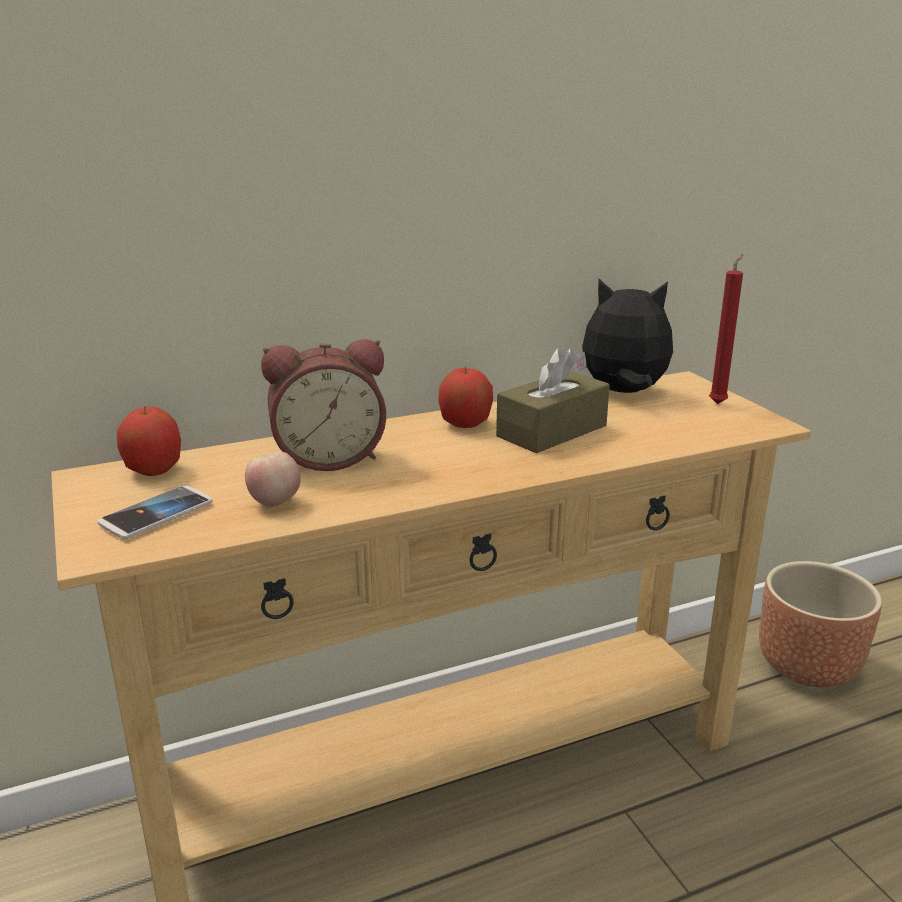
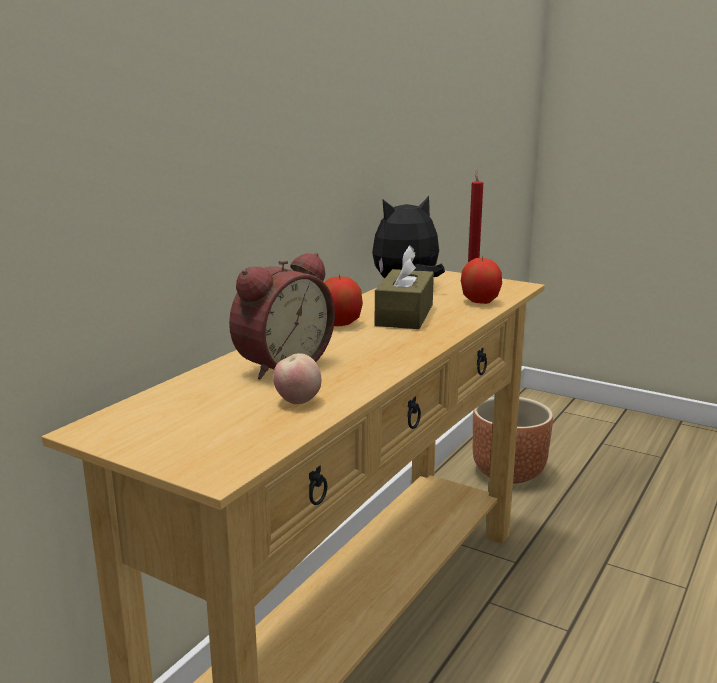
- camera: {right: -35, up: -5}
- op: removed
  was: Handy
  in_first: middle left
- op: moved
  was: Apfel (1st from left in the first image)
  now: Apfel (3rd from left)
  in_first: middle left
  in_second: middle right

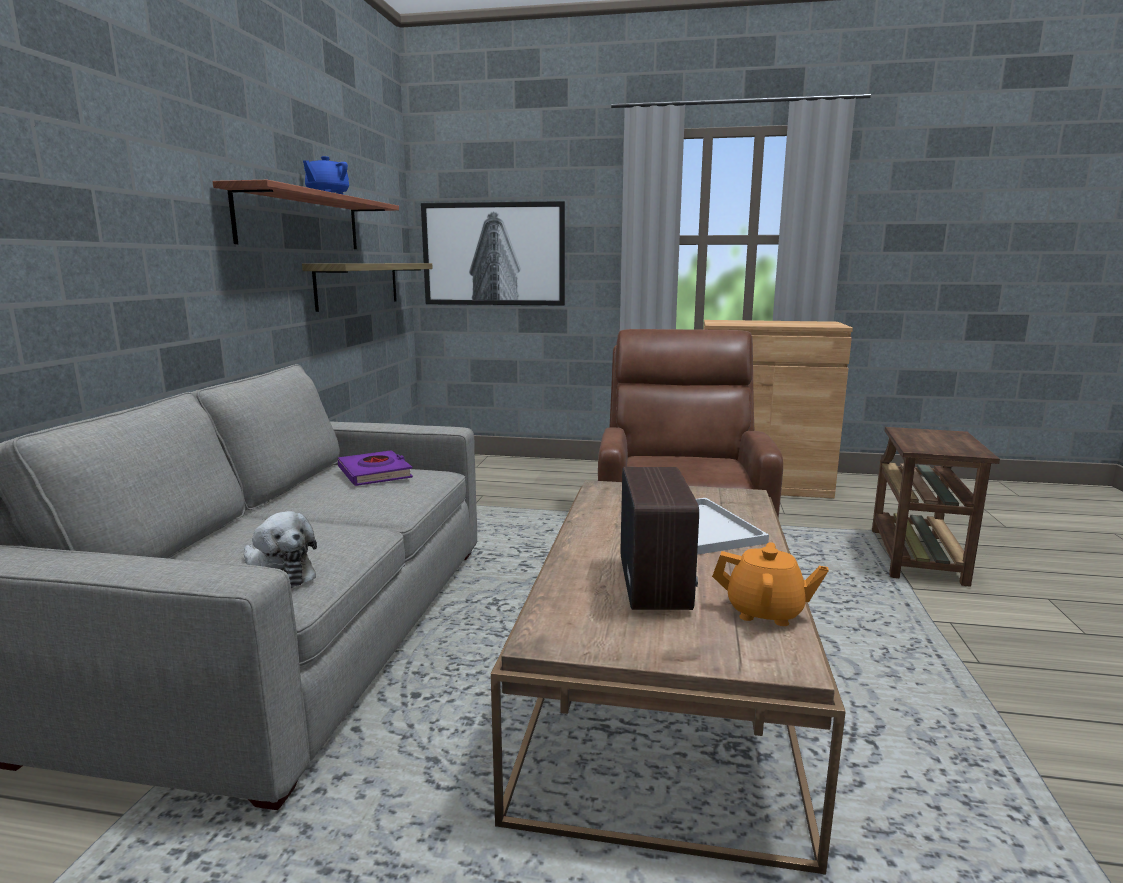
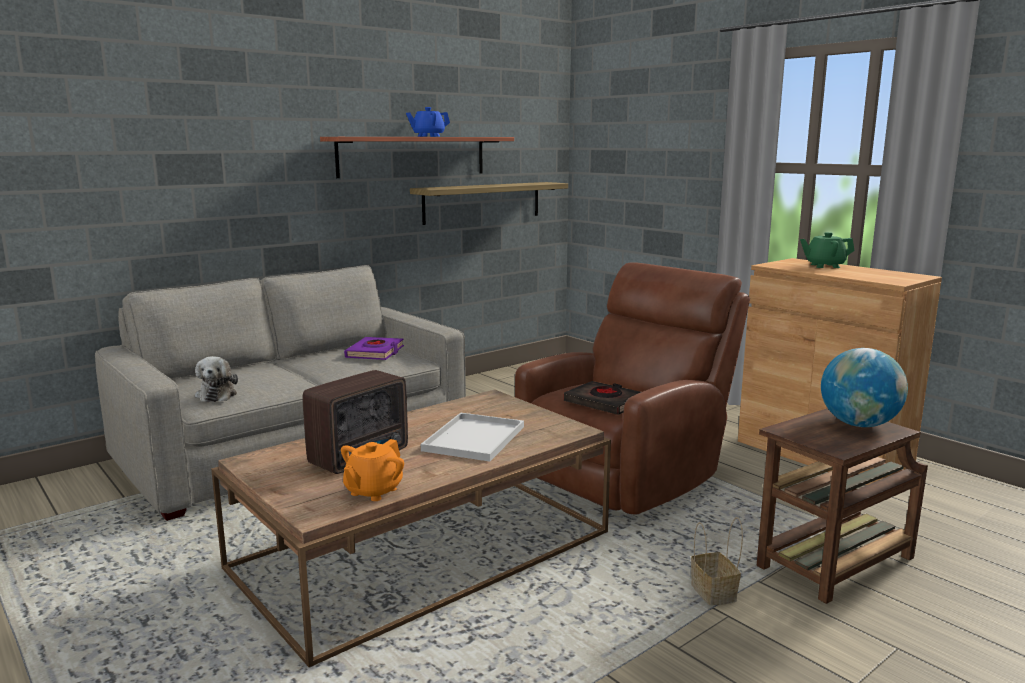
- camera: {right: 40, up: 0}
- op: removed
  was: Bild
  in_first: top centre
- op: turned
  was: Teekanne/orange
  in_first: middle right
  in_second: bottom centre
  clockwise: 60
- op: added
  now: Buch/schwarz
  in_second: centre
- op: added
  now: Korb
  in_second: bottom right
- op: added
  now: Teekanne/grün
  in_second: middle right
- op: added
  now: Globus
  in_second: middle right

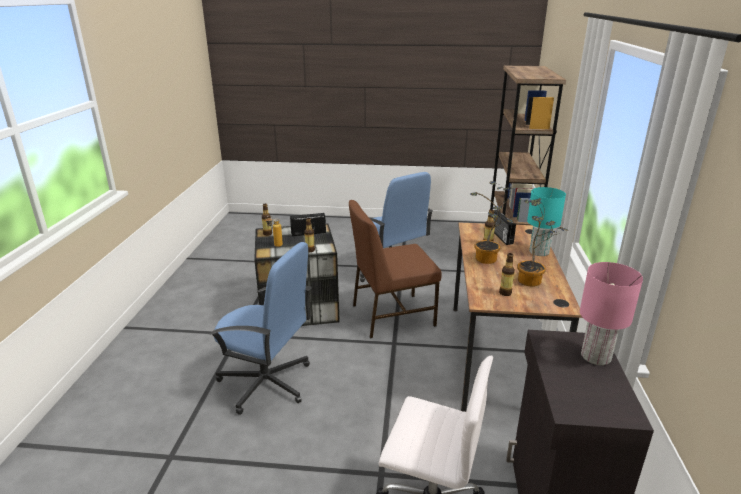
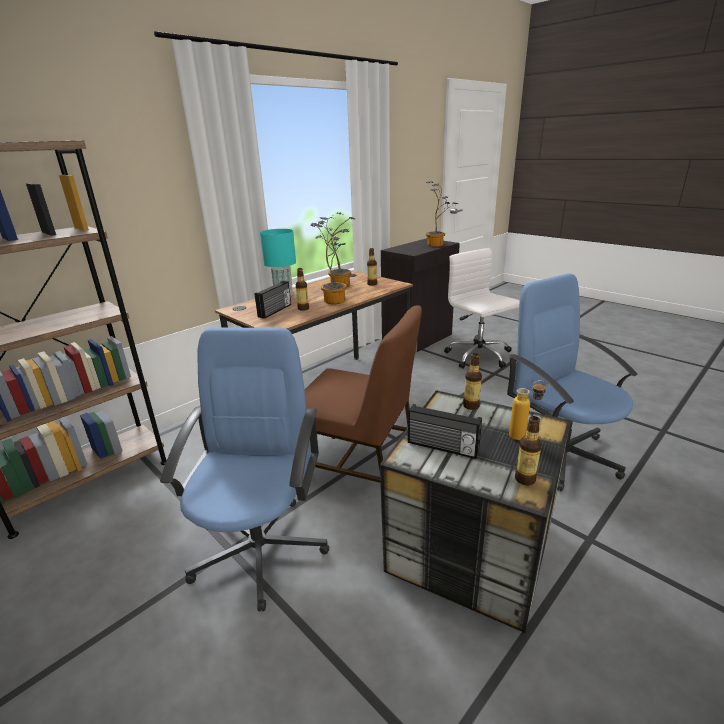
- camera: {right: -140, up: 0}
- op: removed
  was: Tischlampe/rosa
  in_first: middle right
- op: added
  now: Topfpflanze (3rd from left)
  in_second: top centre

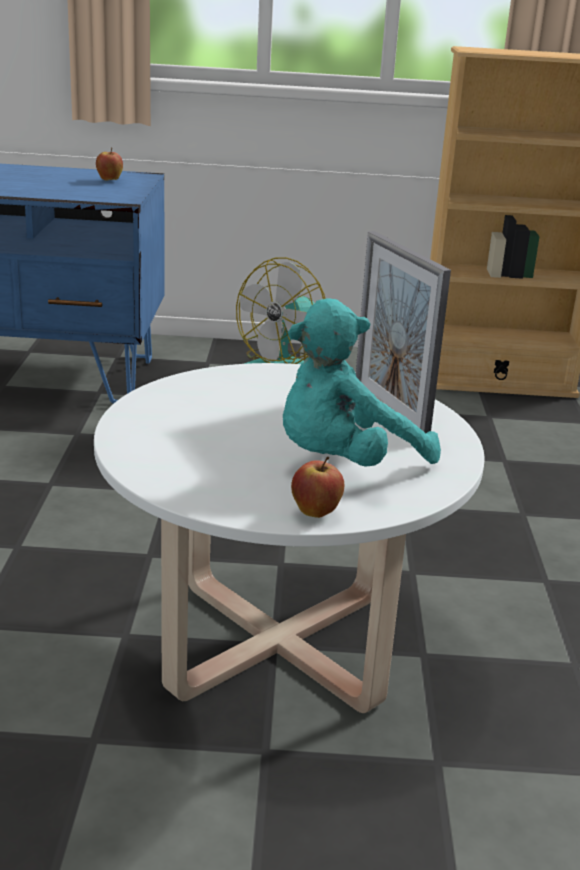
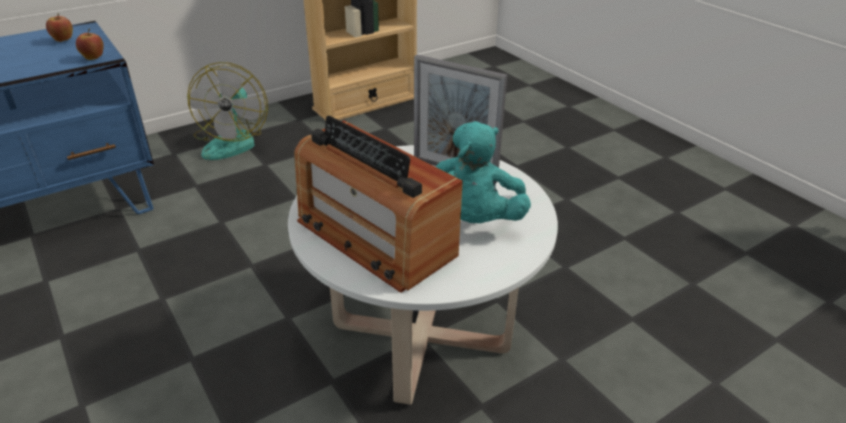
- camera: {right: -35, up: 10}
- op: moved
  was: Apfel (2nd from left)
  in_first: centre
  in_second: top left
- op: added
  now: Radio
  in_second: centre

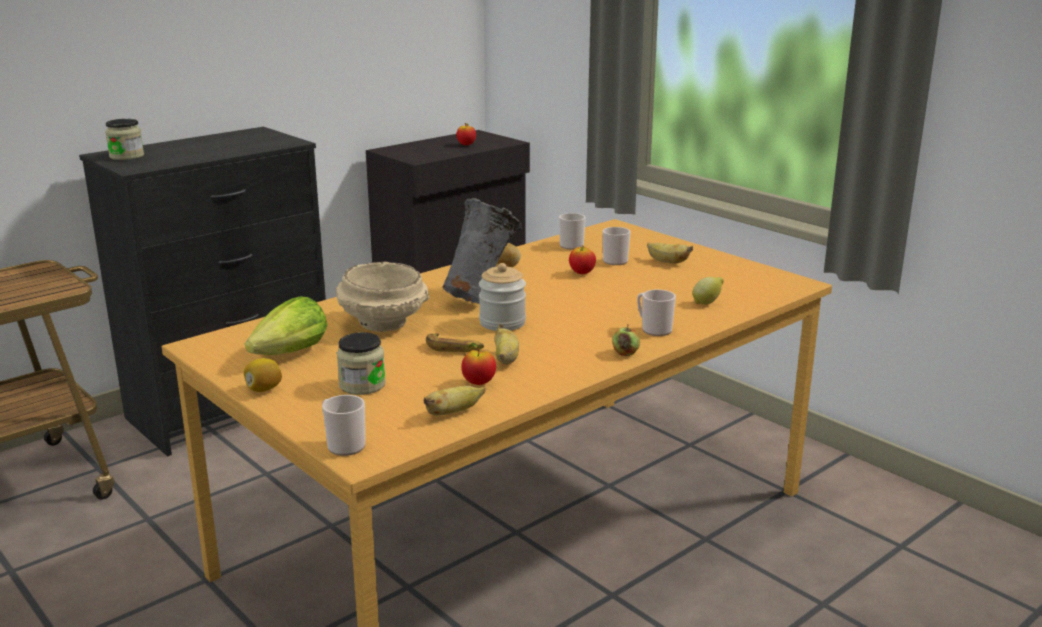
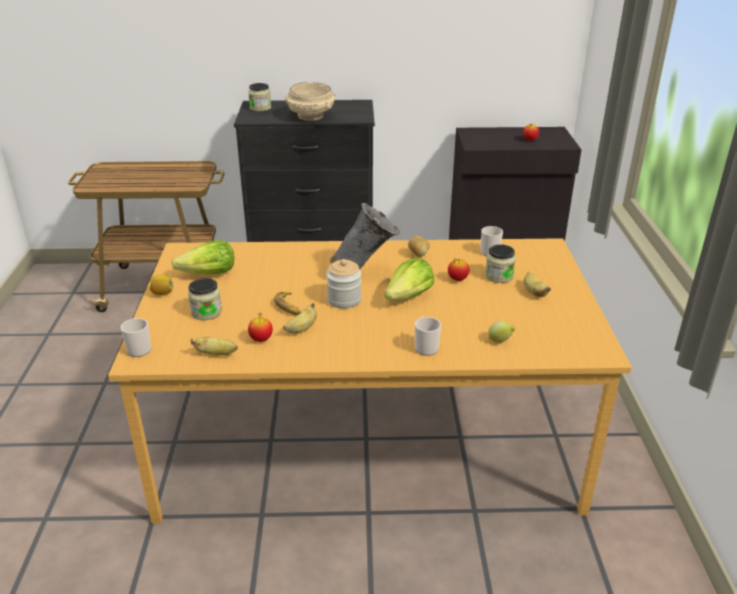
- camera: {right: 40, up: 10}
- op: moved
  was: Schüssel/beige
  in_first: centre
  in_second: top centre
- op: replaced
  was: Henkelbecher (3rd from left)
  now: Vorratsglas (4th from left)
  in_first: centre
  in_second: middle right
- op: removed
  was: Apfel (4th from left)
  in_first: centre
- op: added
  now: Salatkopf (2nd from left)
  in_second: centre

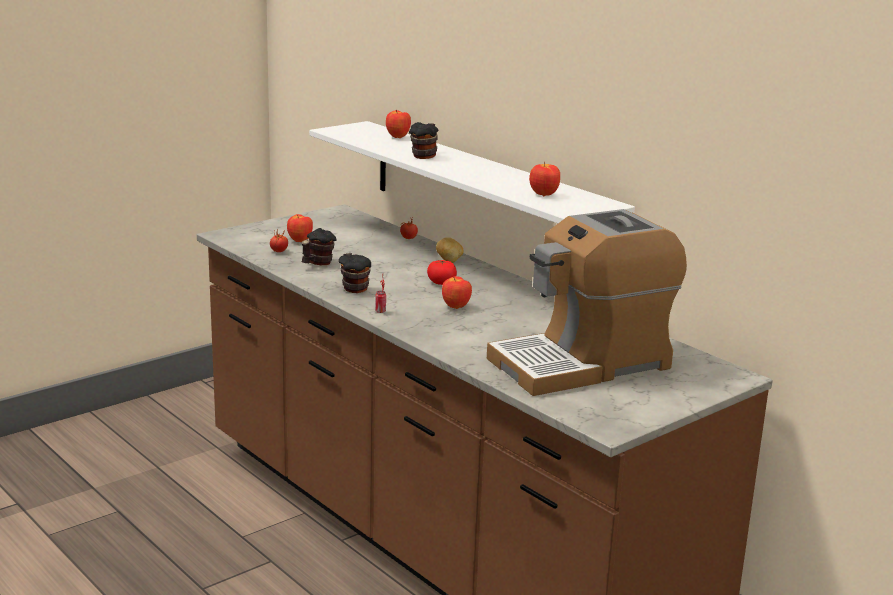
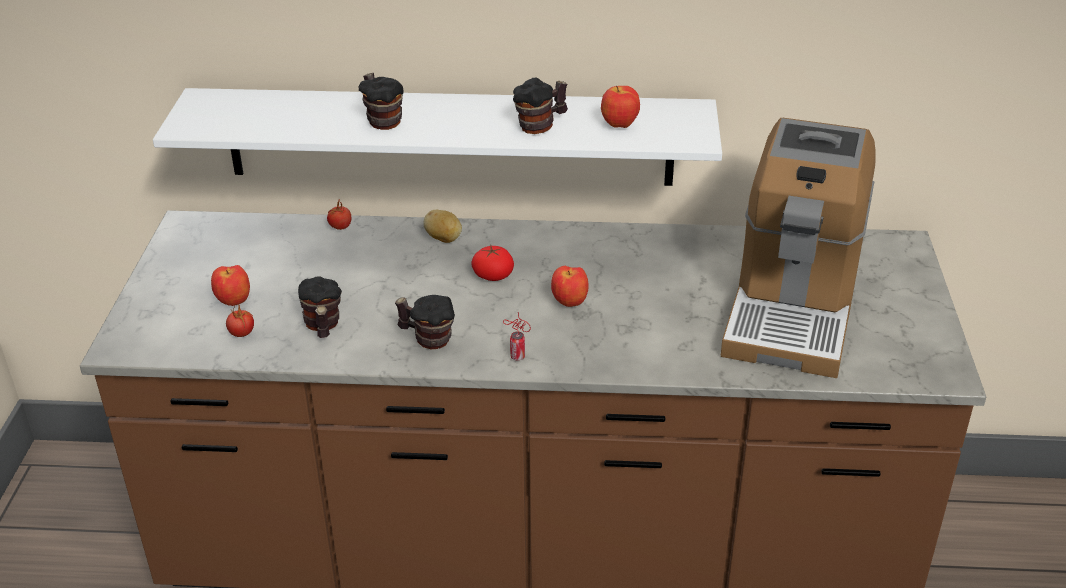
- camera: {right: -45, up: 15}
- op: removed
  was: Apfel (2nd from left)
  in_first: top centre
- op: added
  now: Henkelbecher (4th from left)
  in_second: top centre

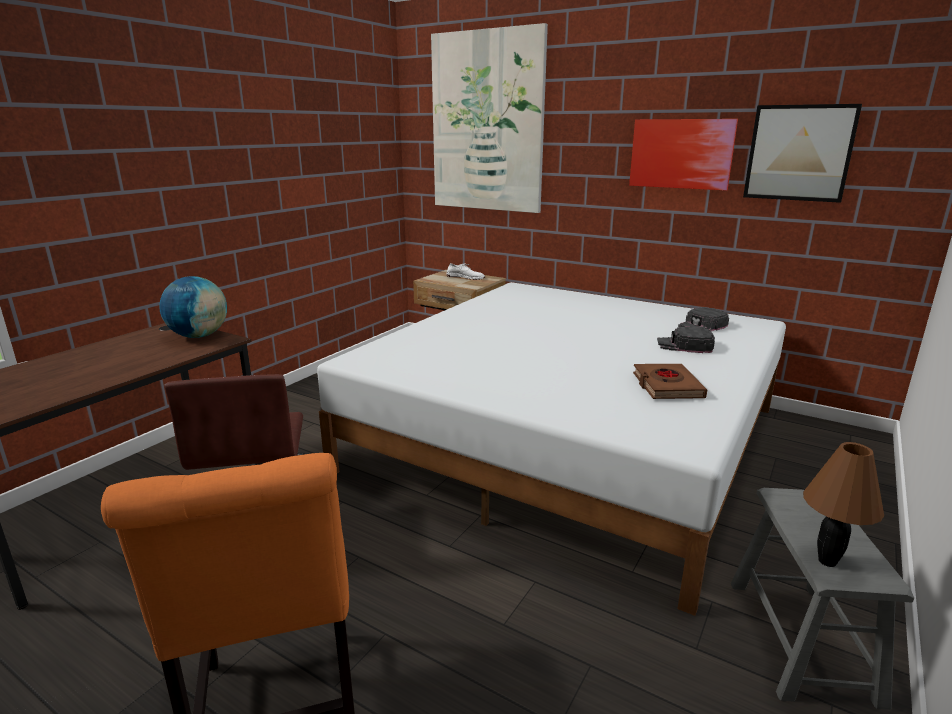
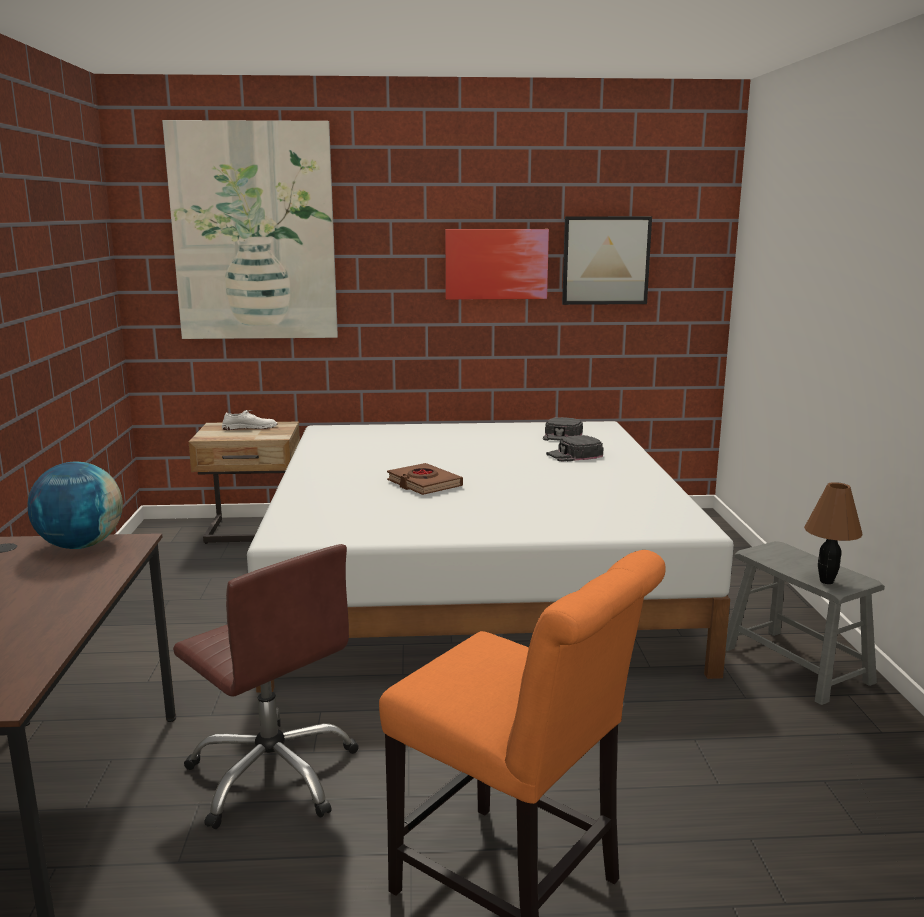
- camera: {right: -35, up: -5}
- op: moved
  was: Buch/braun
  in_first: middle right
  in_second: centre

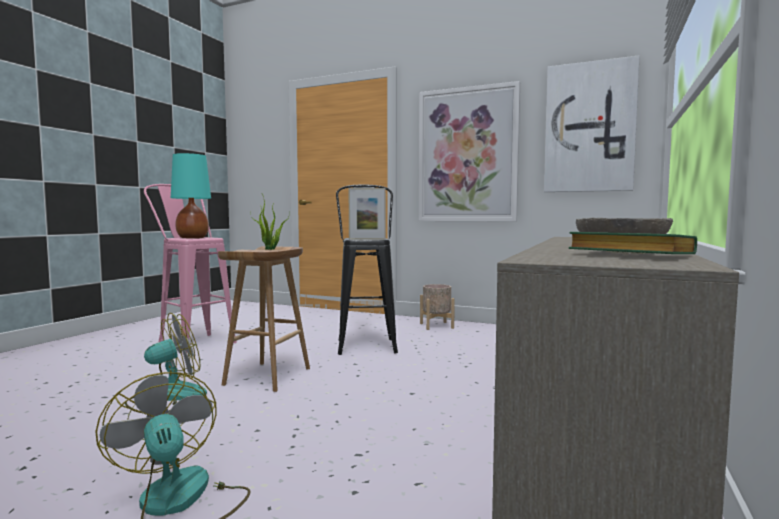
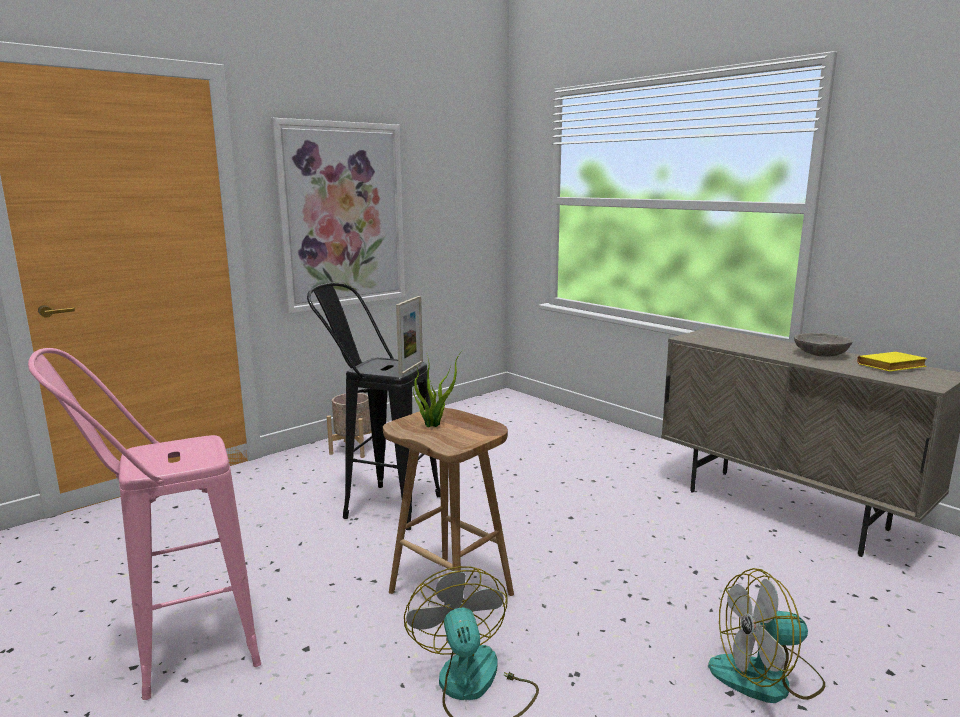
- camera: {right: -65, up: 10}
- op: removed
  was: Tischlampe/türkis
  in_first: middle left
- op: removed
  was: Bild (2nd from left)
  in_first: top right
- op: recoloured
  was: Buch/grün
  now: Buch/gelb
  in_first: middle right
  in_second: middle right

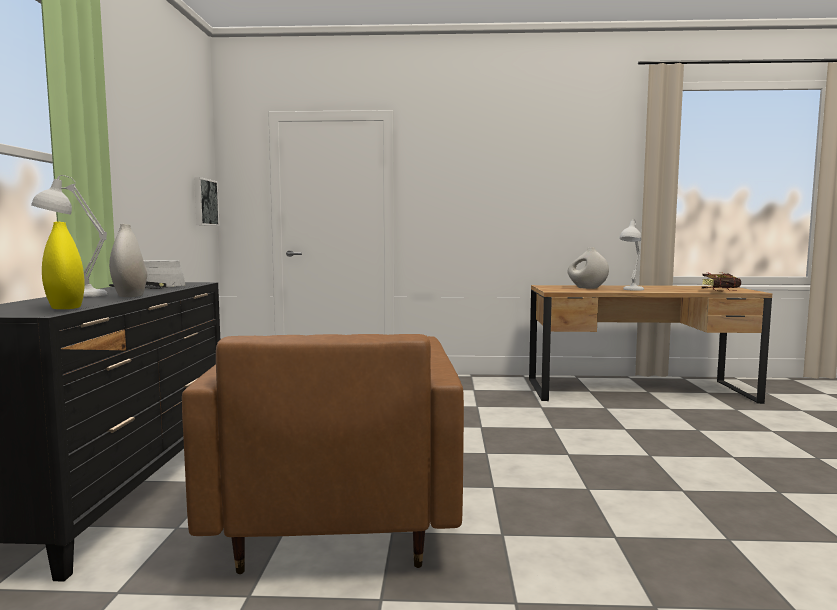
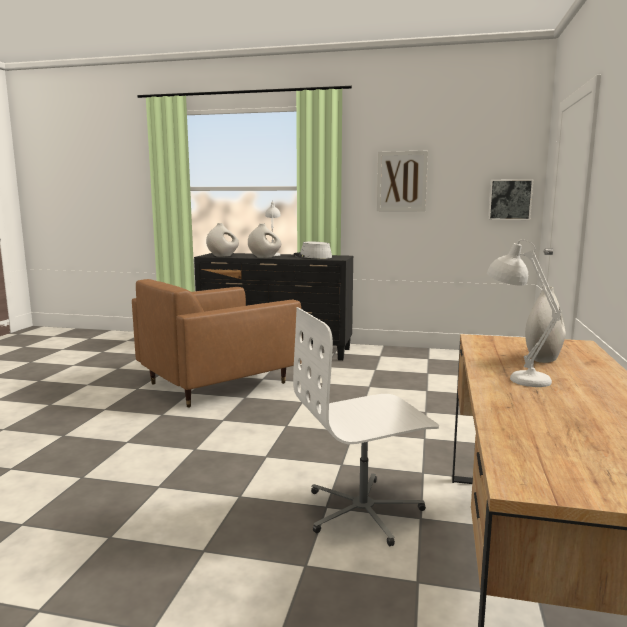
- camera: {right: 100, up: 5}
- op: recoloured
  was: Vase/gelb
  now: Vase/weiß (1st from left)
  in_first: middle left
  in_second: centre
- op: turned
  was: Sessel/braun
  in_first: bottom centre
  in_second: centre
  clockwise: -45
- op: removed
  was: Buch
  in_first: middle right
- op: added
  now: Bürostuhl/weiß
  in_second: bottom centre
- op: added
  now: Bild (1st from left)
  in_second: top centre

